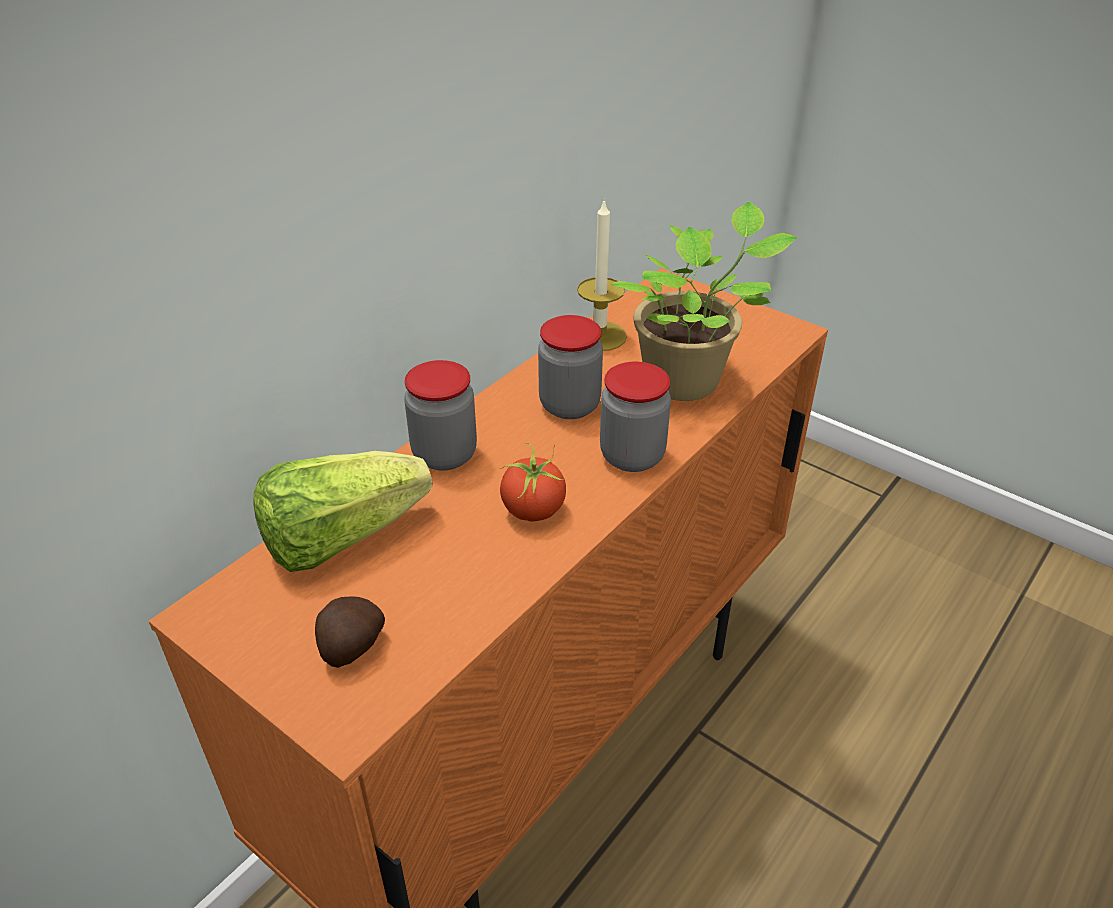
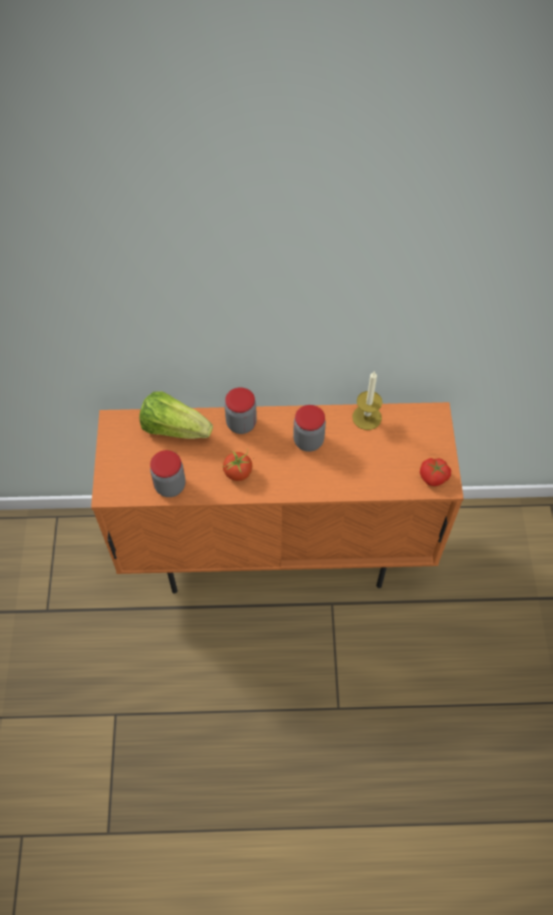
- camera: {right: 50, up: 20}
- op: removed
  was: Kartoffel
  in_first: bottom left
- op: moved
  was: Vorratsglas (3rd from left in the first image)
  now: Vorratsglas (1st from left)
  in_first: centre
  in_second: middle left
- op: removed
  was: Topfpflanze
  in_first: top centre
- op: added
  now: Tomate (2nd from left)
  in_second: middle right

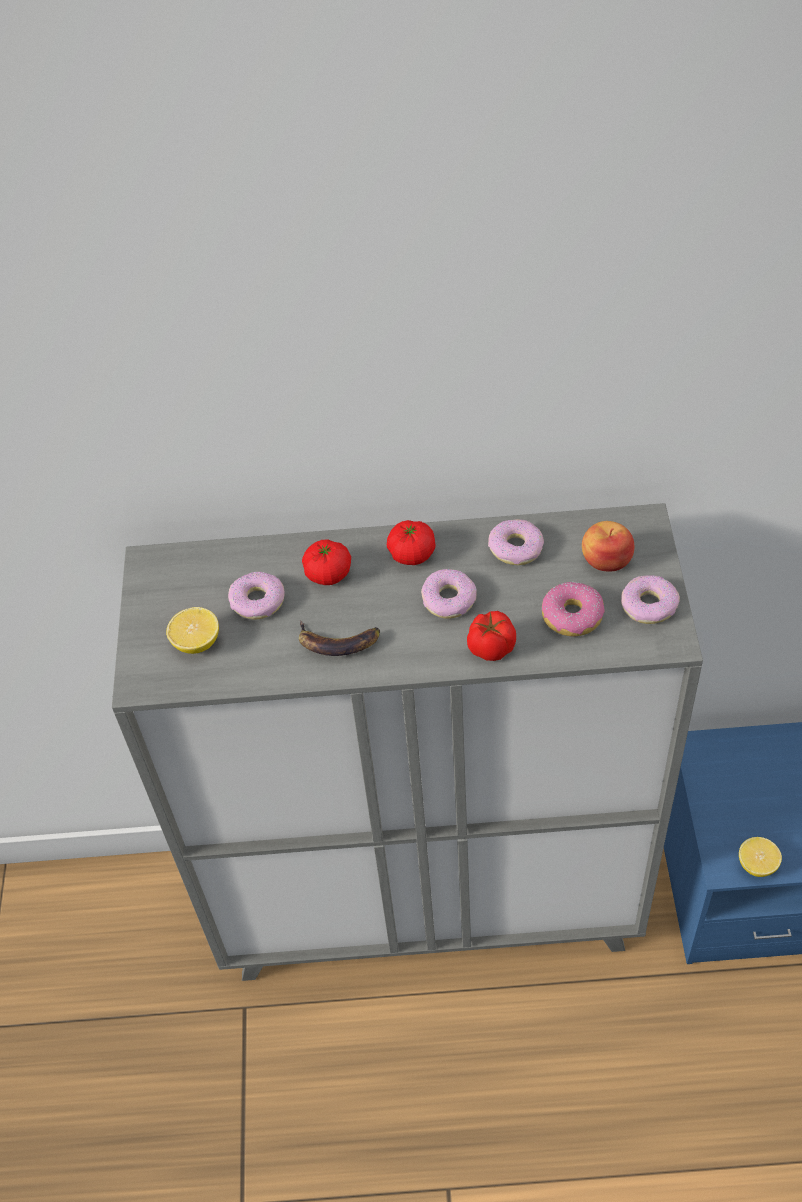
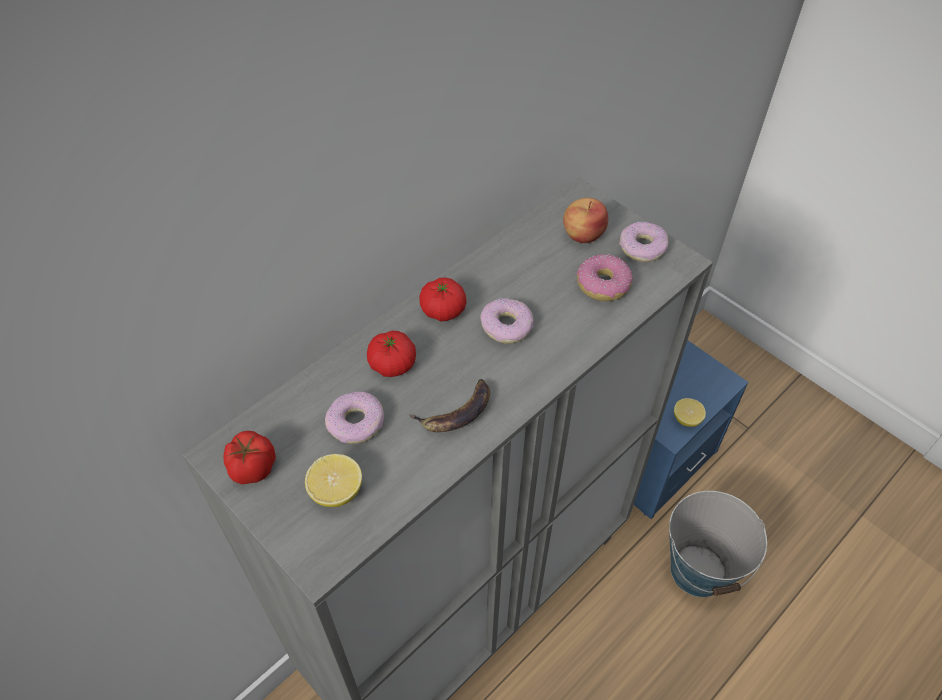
- camera: {right: -45, up: 0}
- op: moved
  was: Tomate (3rd from left in the first image)
  now: Tomate (1st from left)
  in_first: centre
  in_second: middle left
- op: removed
  was: Donut (3rd from left)
  in_first: centre
- op: added
  now: Eimer
  in_second: bottom right

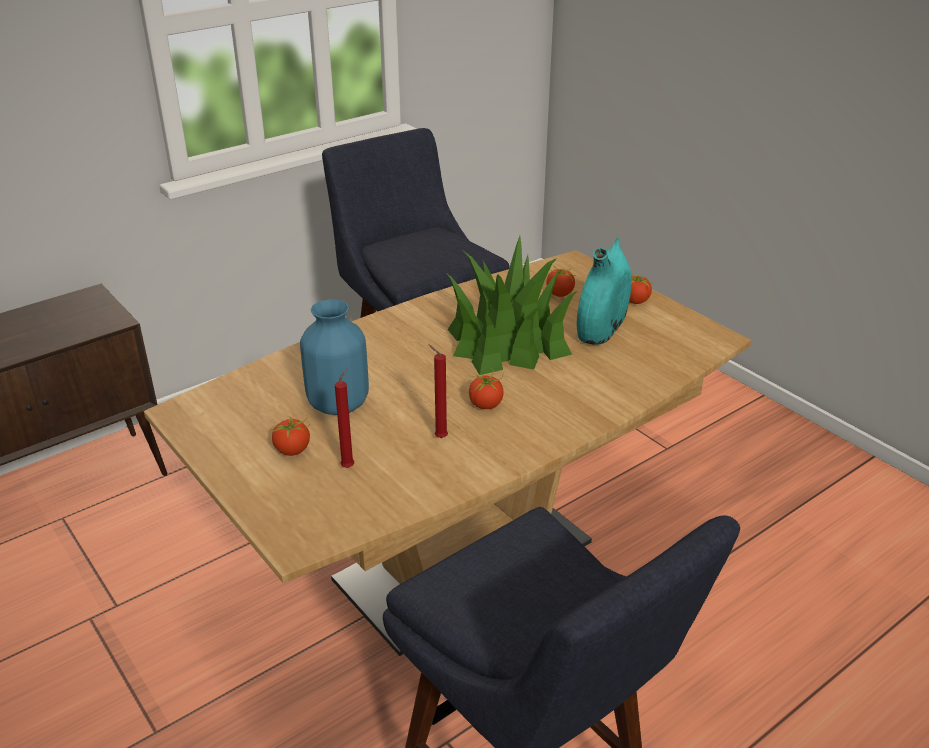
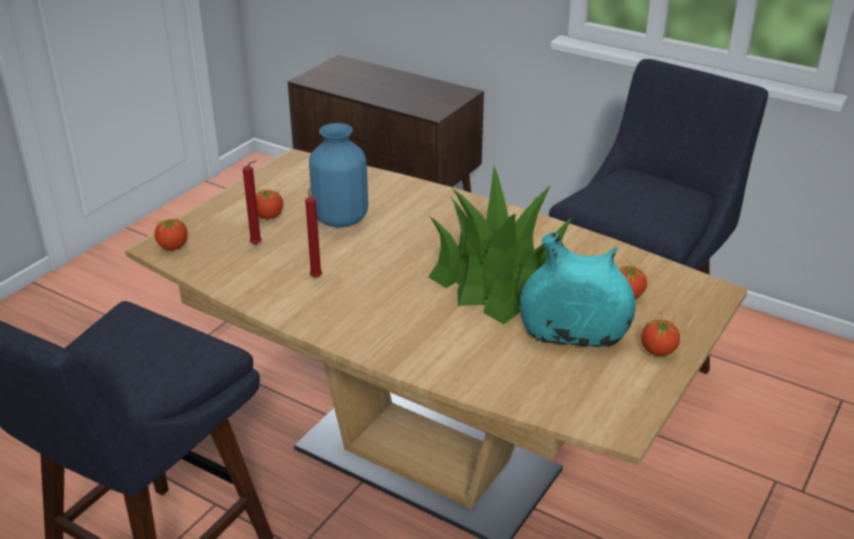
- camera: {right: 70, up: 0}
- op: moved
  was: Tomate (2nd from left in the first image)
  now: Tomate (1st from left)
  in_first: centre
  in_second: middle left

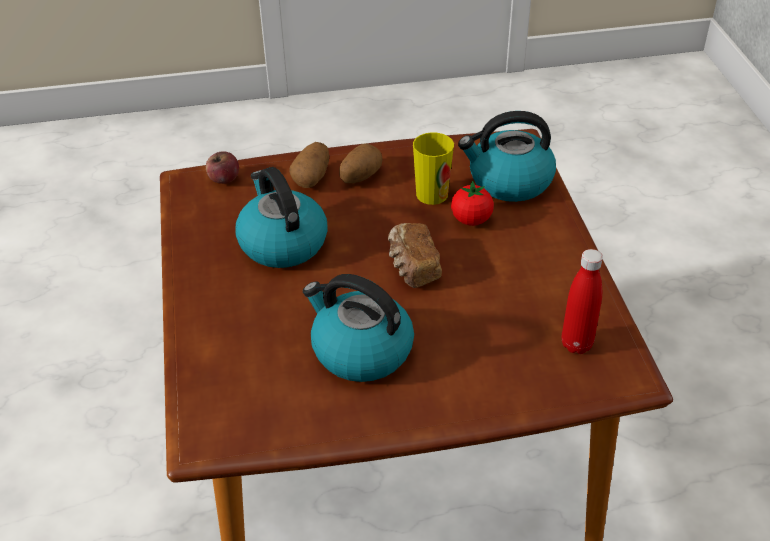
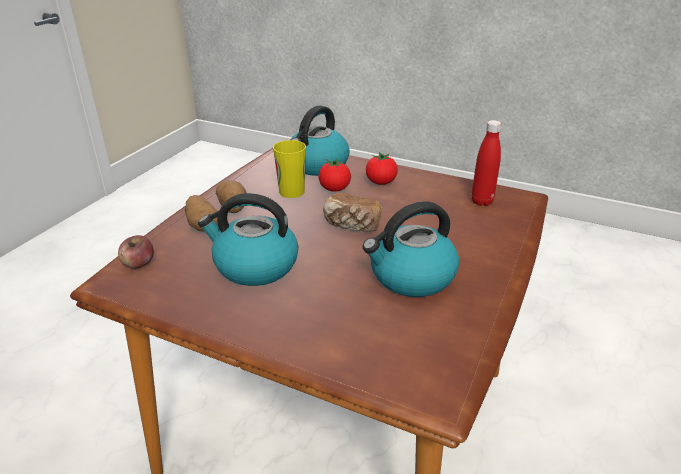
- camera: {right: -55, up: -10}
- op: added
  now: Tomate (2nd from left)
  in_second: centre

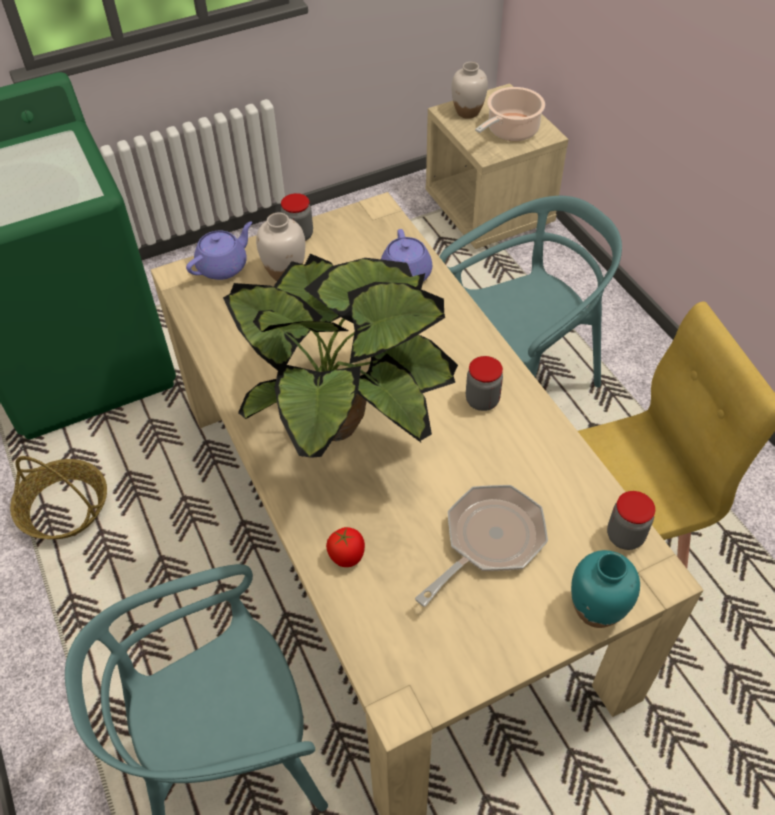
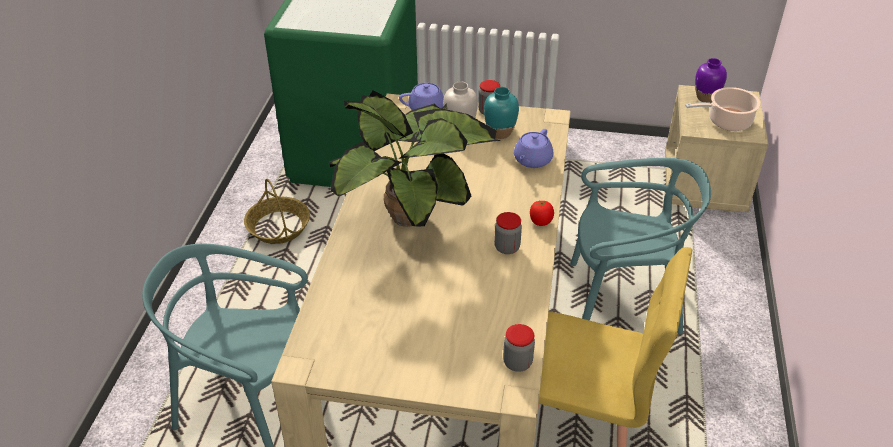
- camera: {right: 35, up: -10}
- op: moved
  was: Tomate
  in_first: bottom centre
  in_second: centre
- op: removed
  was: Pfanne
  in_first: bottom centre
- op: recoloured
  was: Vase/weiß (2nd from left)
  now: Vase/lila
  in_first: top centre
  in_second: top right
- op: moved
  was: Vase/türkis
  in_first: bottom right
  in_second: top centre

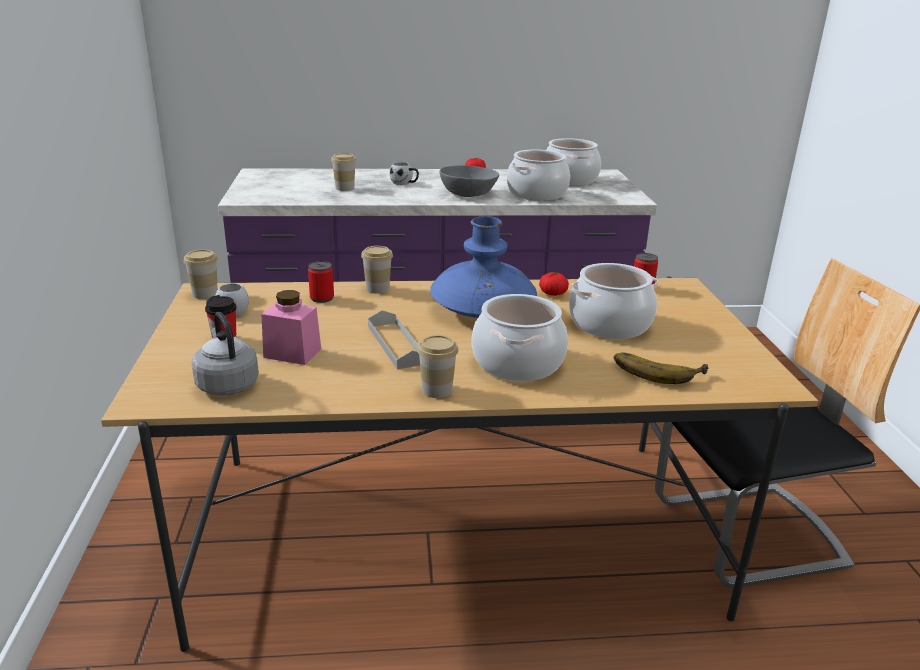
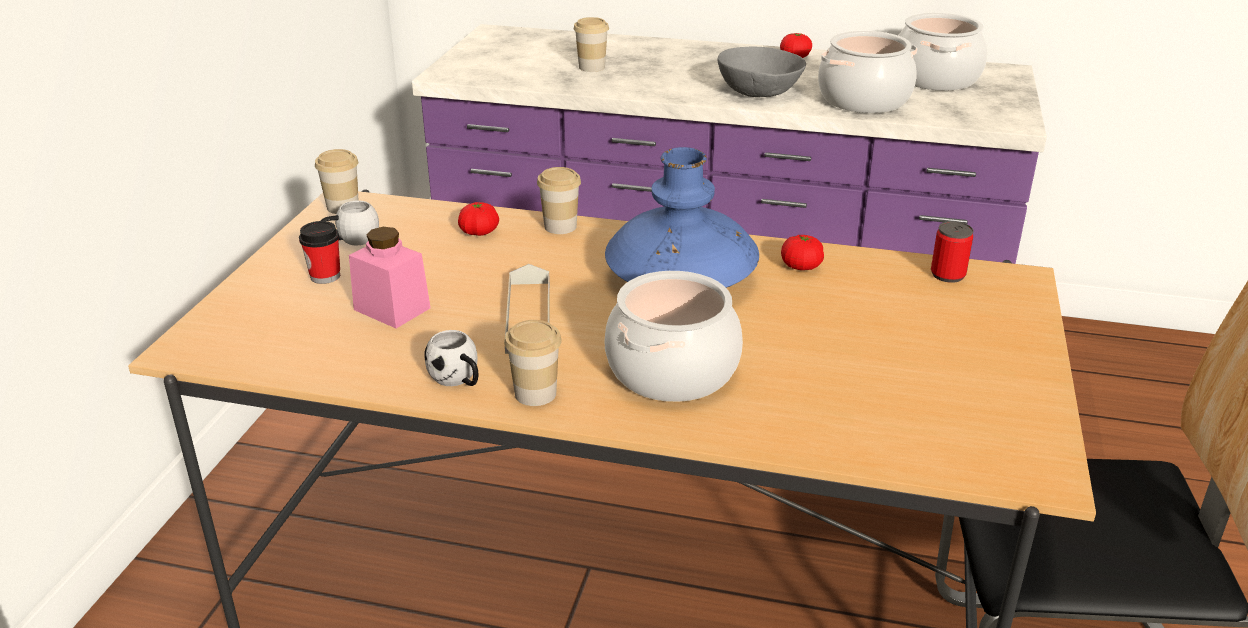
- camera: {right: 20, up: 5}
- op: removed
  was: Wasserkessel/grau
  in_first: middle left
- op: replaced
  was: Dose (1st from left)
  now: Tomate (1st from left)
  in_first: centre
  in_second: centre
- op: moved
  was: Henkelbecher/weiß (2nd from left)
  in_first: top centre
  in_second: centre
- op: removed
  was: Kochtopf (4th from left)
  in_first: centre
- op: removed
  was: Banane
  in_first: middle right

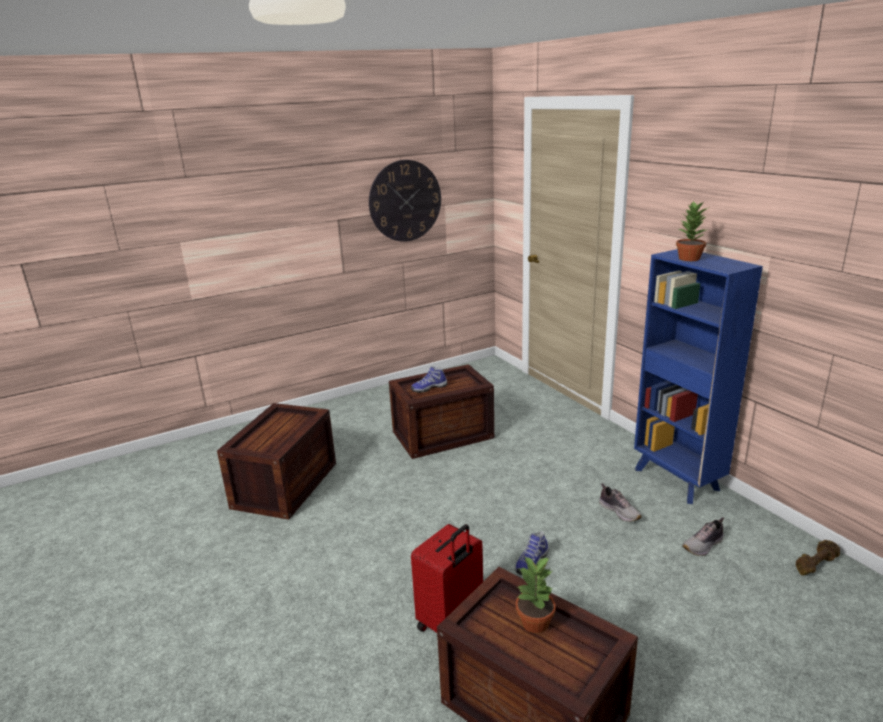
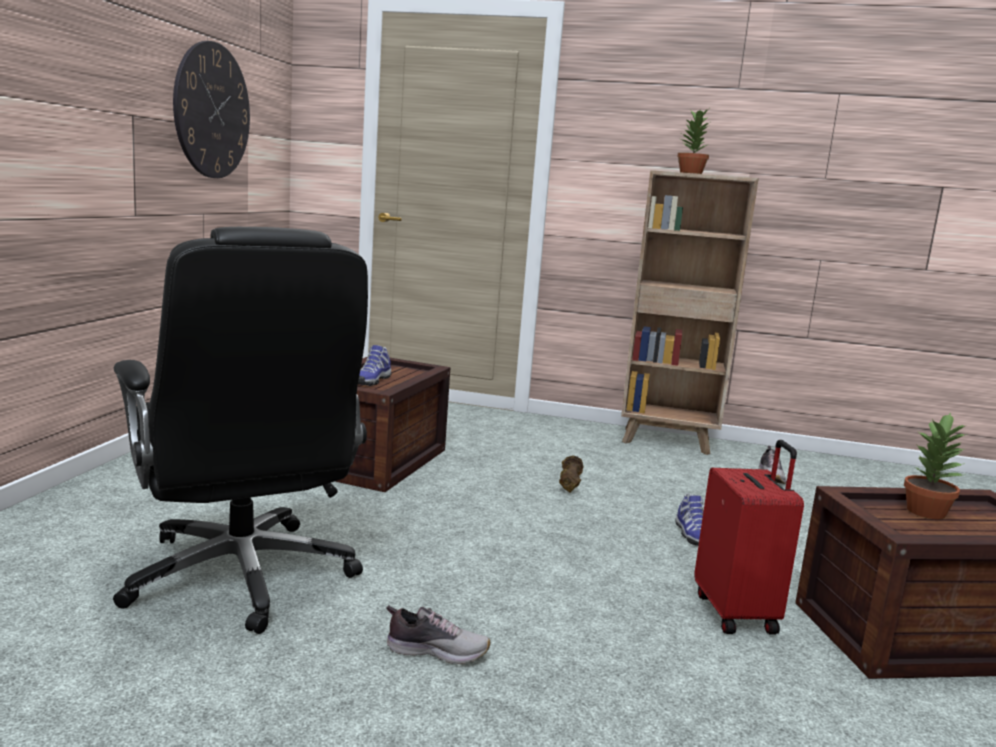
- camera: {right: -50, up: -10}
- op: replaced
  was: Kiste (1st from left)
  now: Bürostuhl/schwarz
  in_first: middle left
  in_second: middle left
- op: moved
  was: Schuh (3rd from left in the first image)
  now: Schuh (2nd from left)
  in_first: bottom right
  in_second: bottom centre
- op: recoloured
  was: Bücherregal/blau
  now: Bücherregal/braun
  in_first: middle right
  in_second: middle right
- op: moved
  was: Hantel/braun
  in_first: bottom right
  in_second: centre

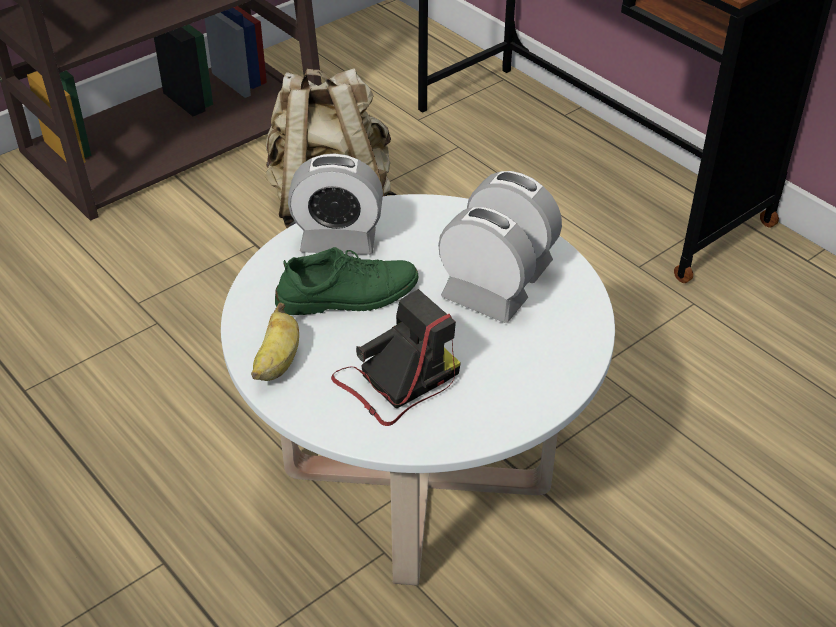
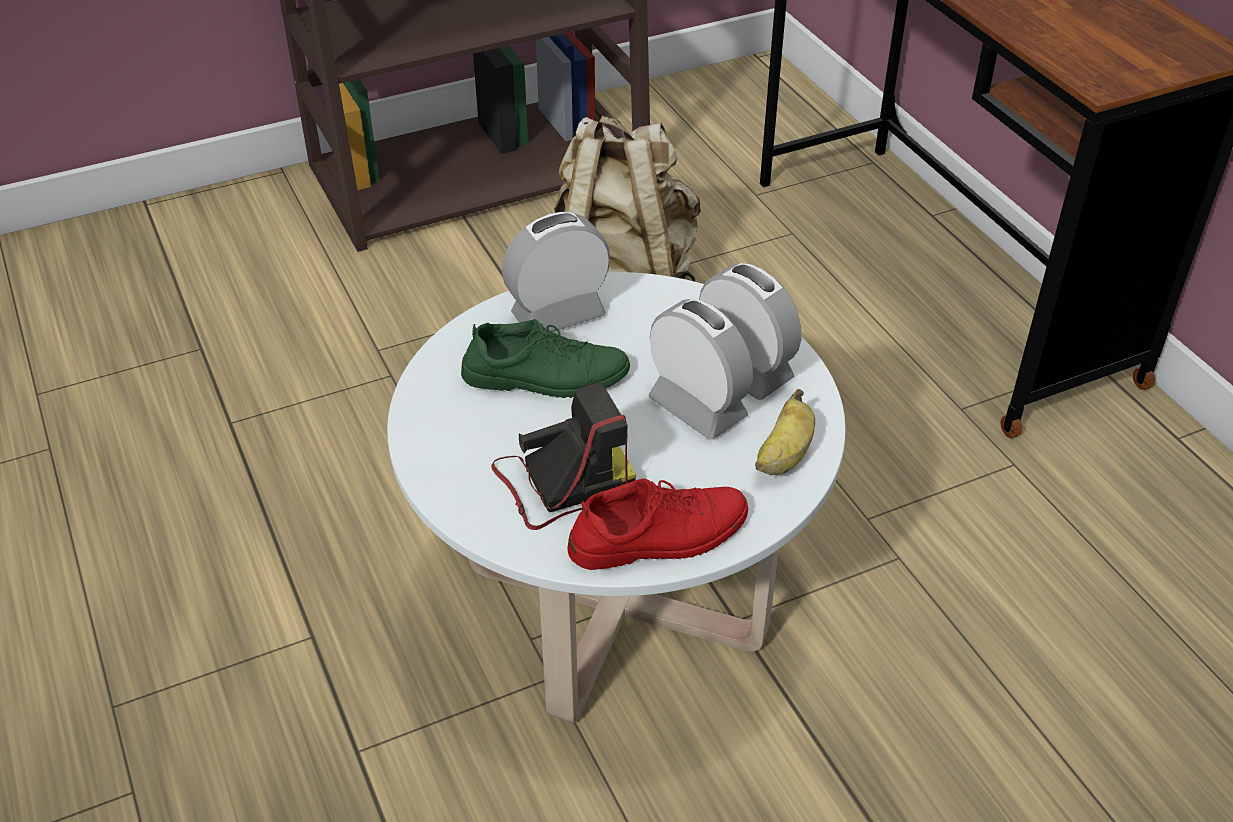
- camera: {right: 15, up: 0}
- op: moved
  was: Banane
  in_first: middle left
  in_second: centre
- op: turned
  was: Wecker (1st from left)
  in_first: top centre
  in_second: top centre
  clockwise: 135
- op: added
  now: Schuh/rot
  in_second: centre

